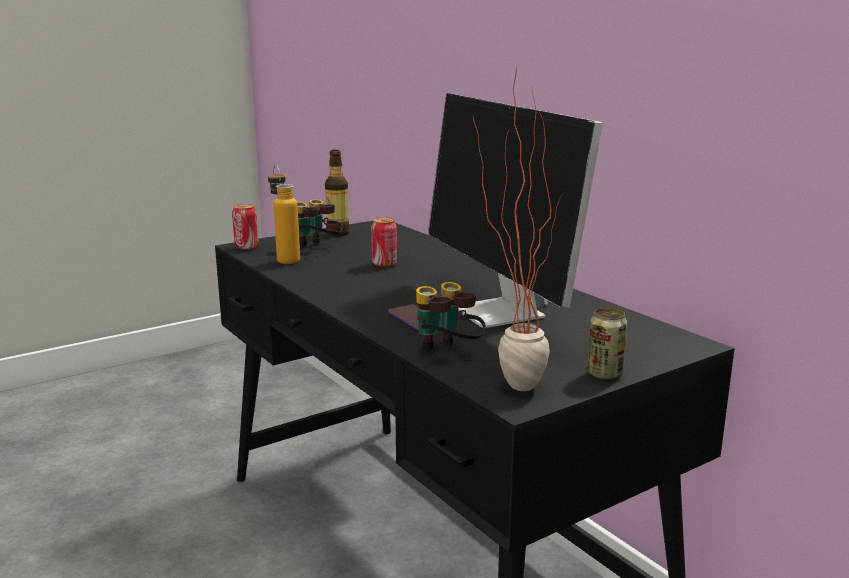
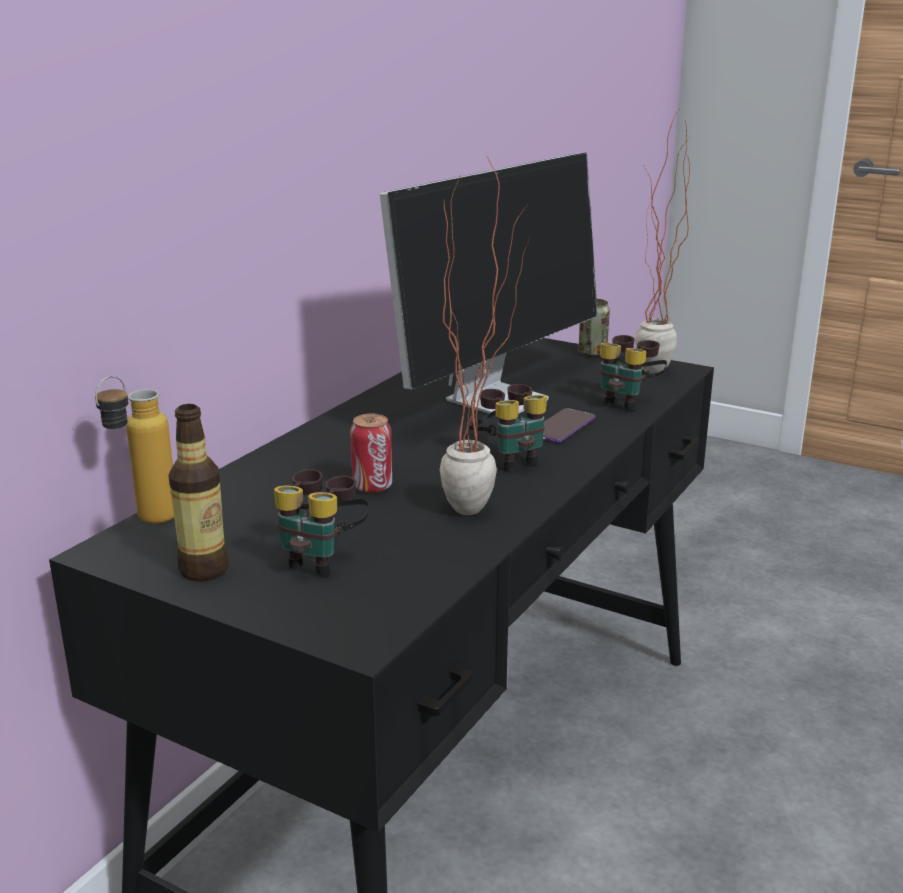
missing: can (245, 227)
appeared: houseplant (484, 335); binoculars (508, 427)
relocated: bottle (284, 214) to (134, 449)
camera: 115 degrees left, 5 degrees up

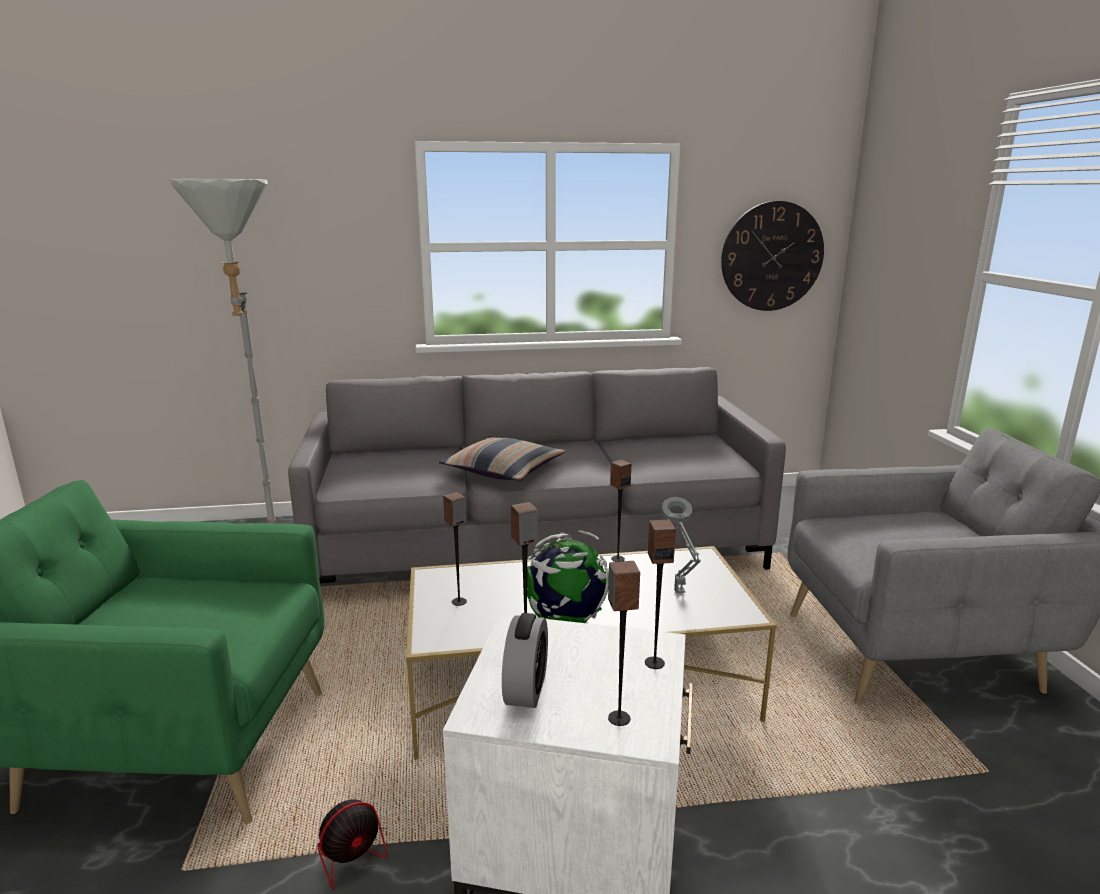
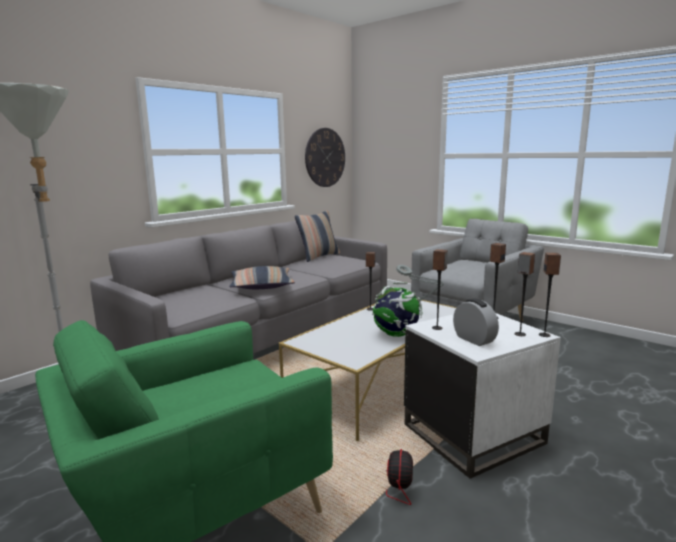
appeared: cushion (317, 236)
relocated: loudspeaker (455, 549) to (550, 295)
camera: 40 degrees left, 5 degrees down

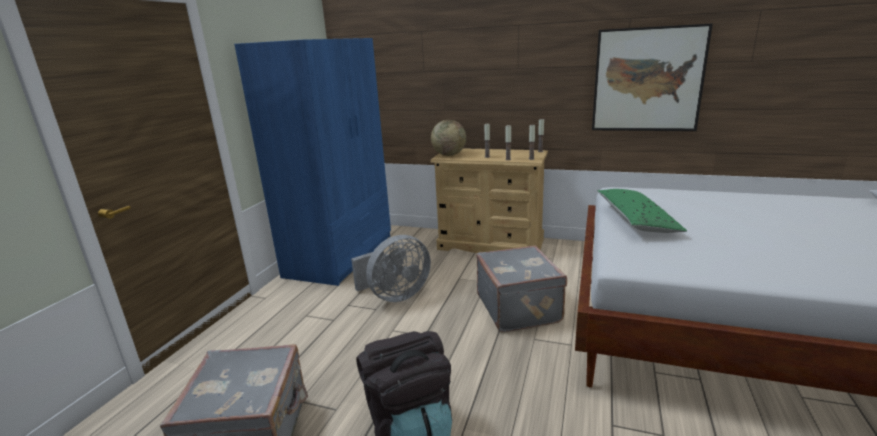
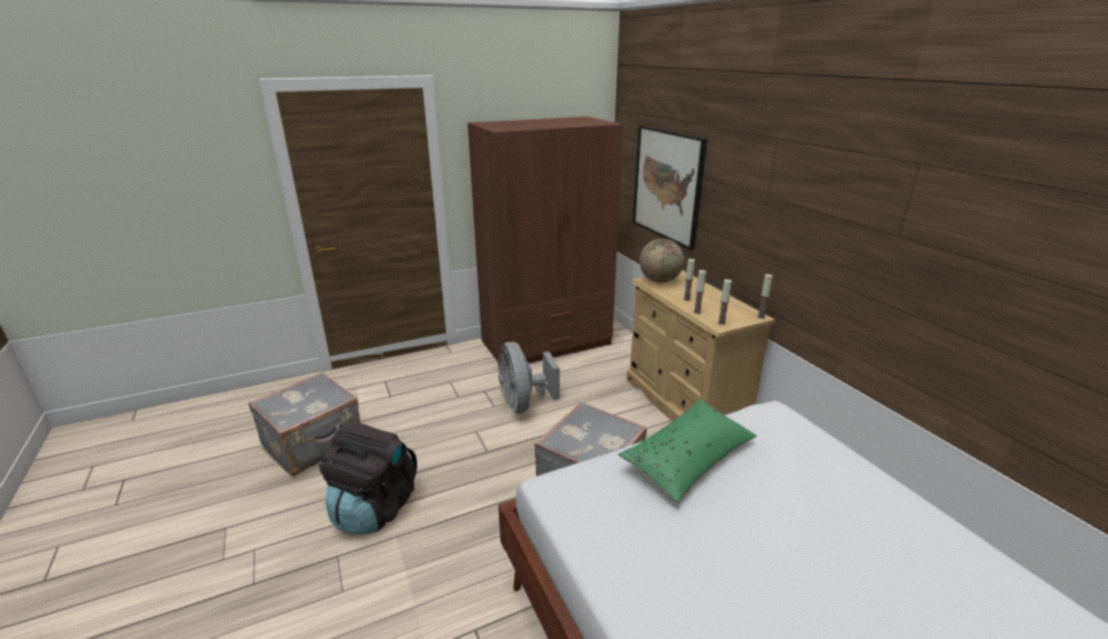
relocated: picture (652, 77) to (670, 188)
colour: bluish armoire (312, 162) to brownish armoire (545, 240)
spun: gray fan (391, 268) = (529, 377) 60 degrees clockwise
camera: 45 degrees right, 5 degrees up

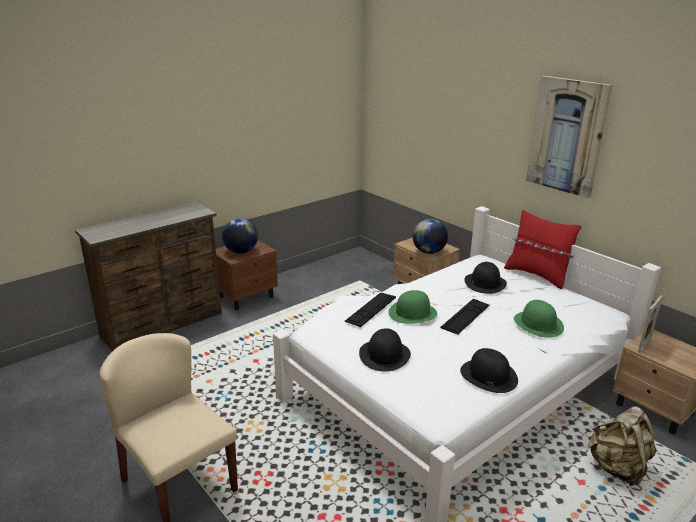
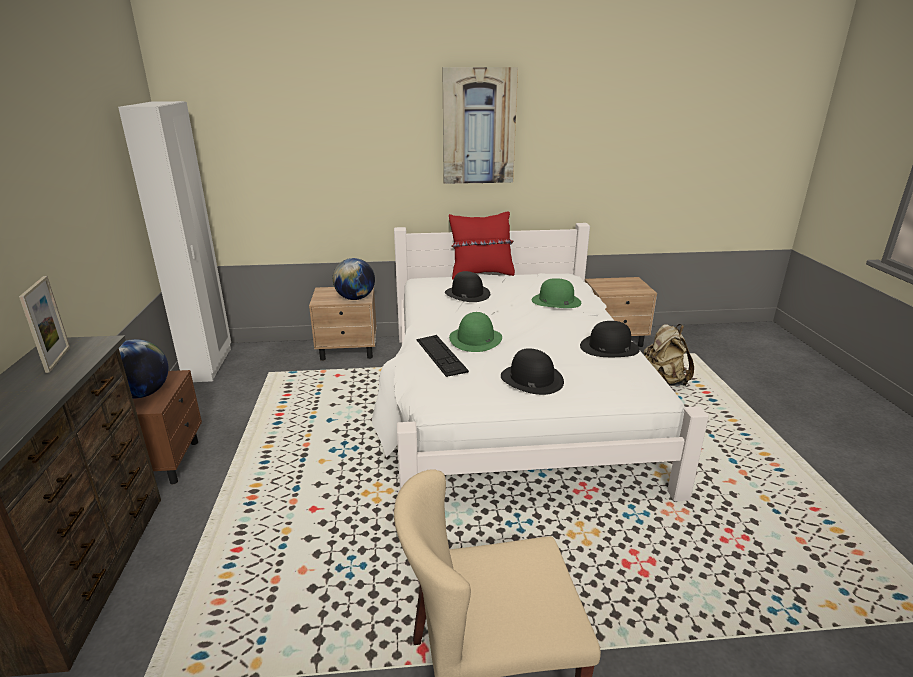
missing: computer keyboard (465, 317)
appeared: white-coloured armoire (174, 241)
relocated: picture frame (650, 324) to (44, 324)
camera: 55 degrees left, 0 degrees up

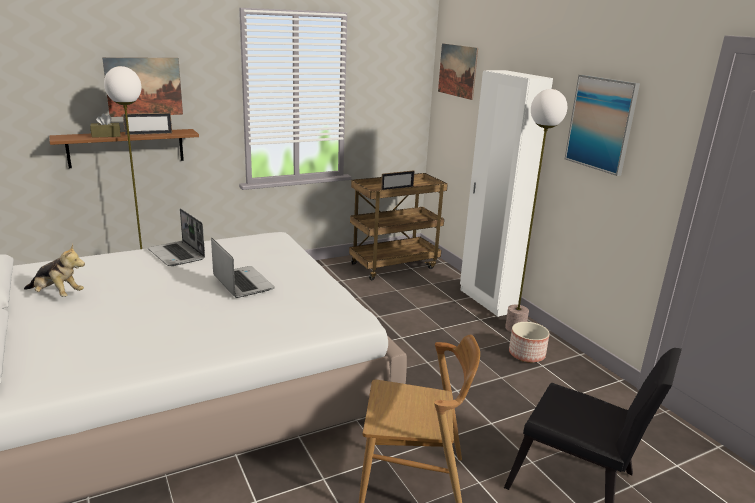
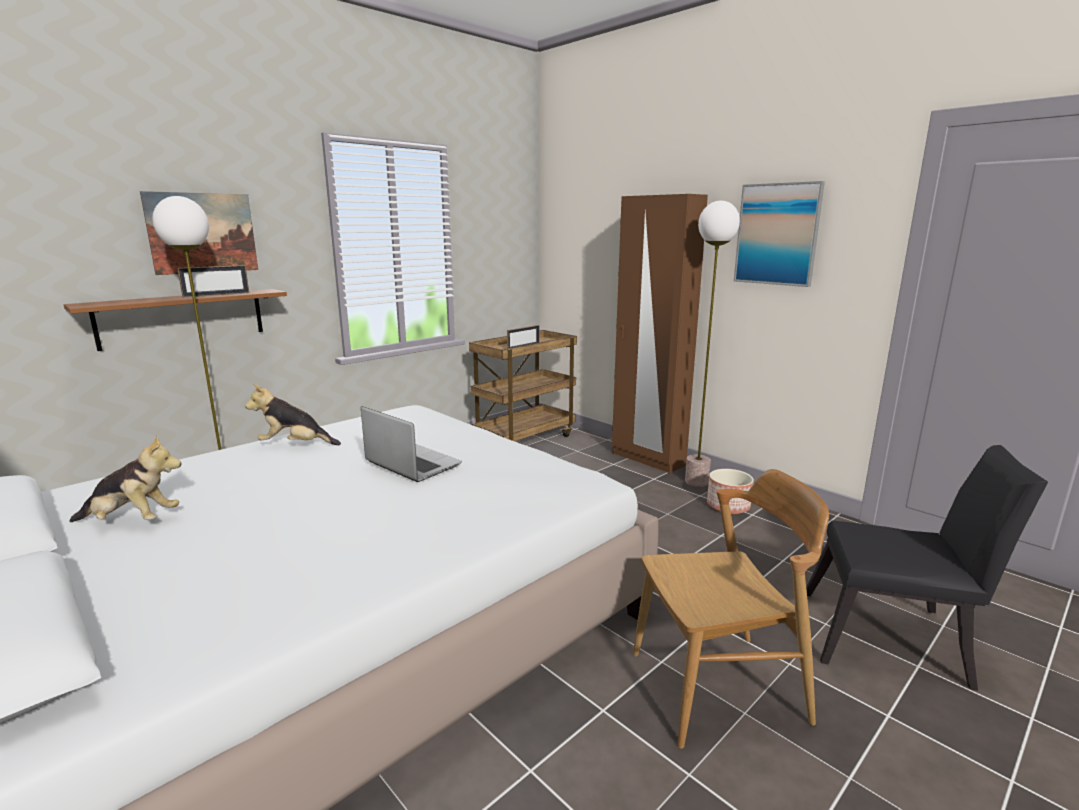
missing: picture (458, 71); brownish tissue holder (105, 125)
exchanged: laptop (176, 237) to plush toy (293, 414)
colour: white-coloured armoire (506, 193) to brownish armoire (660, 333)
camera: 15 degrees left, 5 degrees down

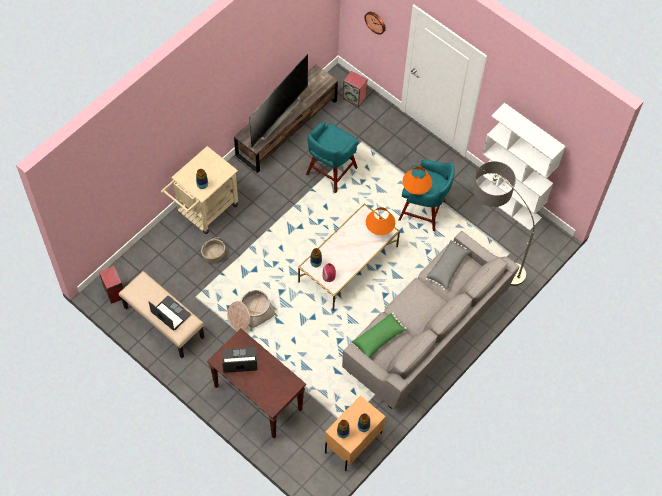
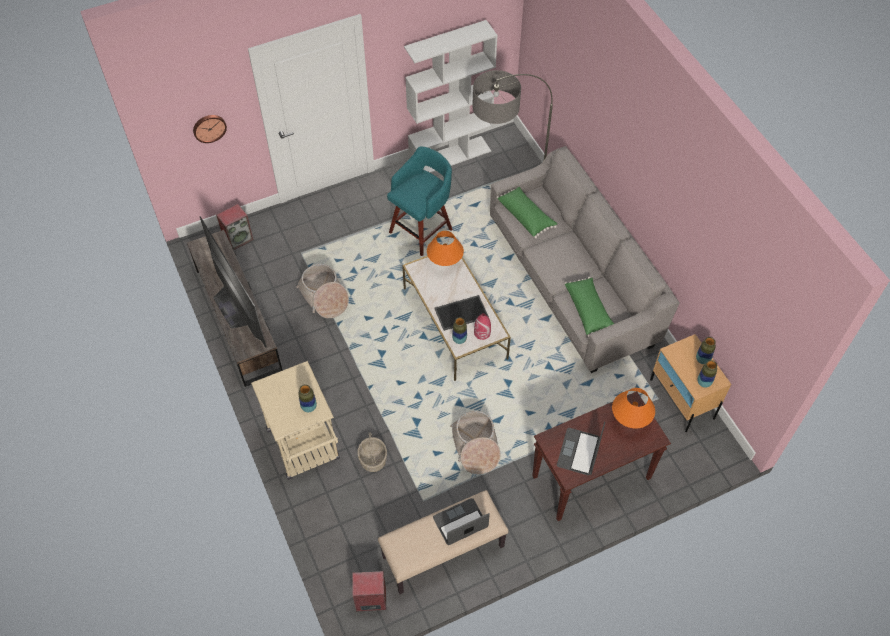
appeared: carrying tray (461, 313)
relocated: orangey table lamp (417, 180) to (633, 408)
exchanged: turquoise sitting stool (332, 157) to storage basket (322, 291)
colour: gray cushion (448, 264) to green-coloured cushion (527, 212)
camera: 65 degrees left, 5 degrees down

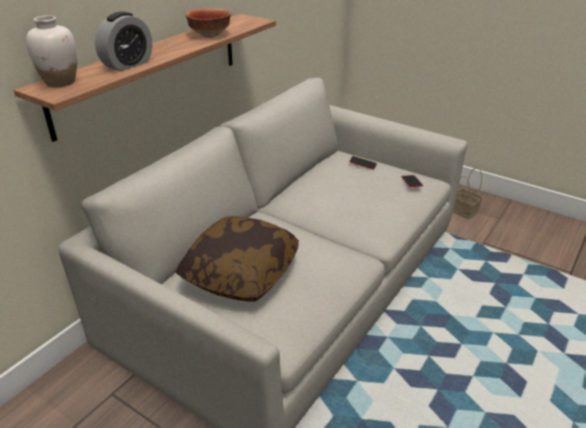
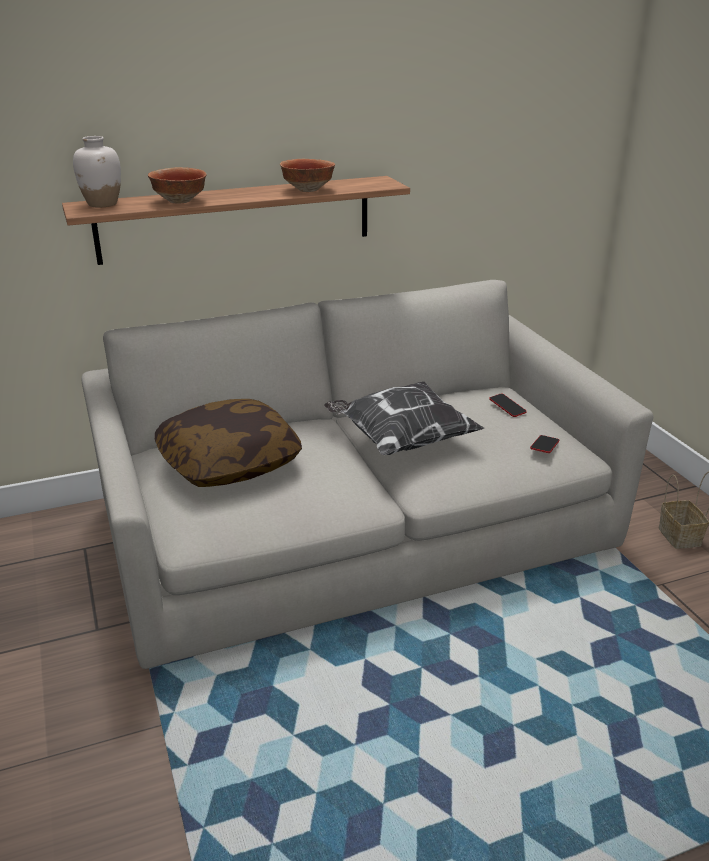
appeared: cushion (404, 418)
exchanged: table clock (123, 41) to bowl (177, 185)
camera: 35 degrees right, 5 degrees down

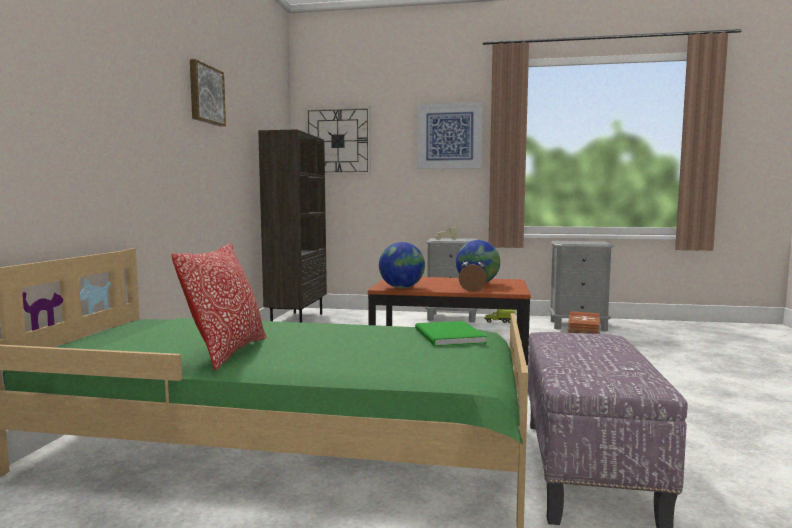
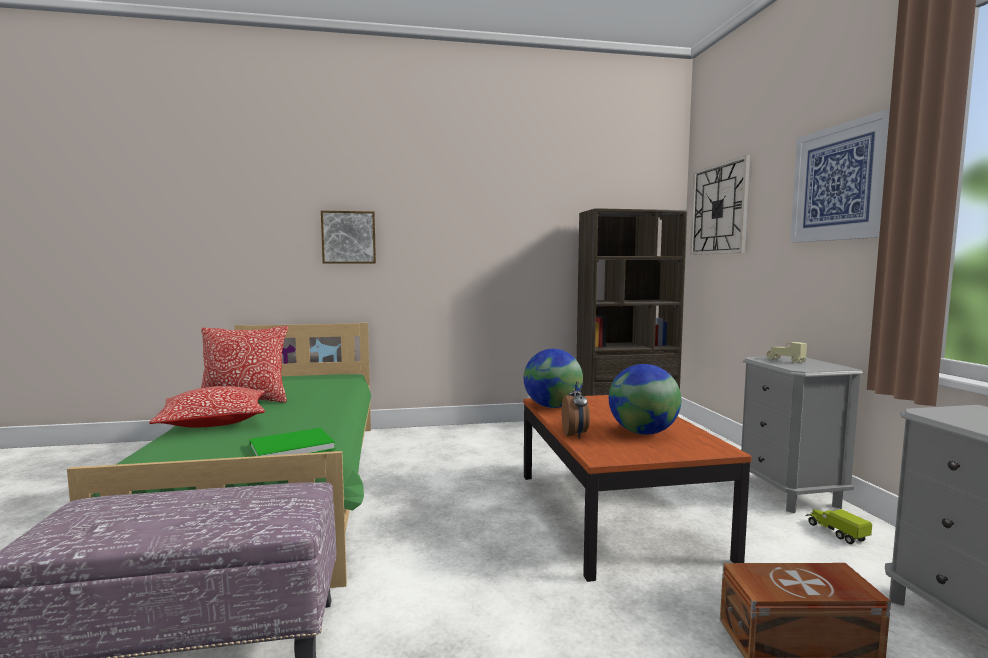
appeared: cushion (207, 407)
relocated: picture (208, 93) to (348, 237)
camera: 70 degrees right, 0 degrees up

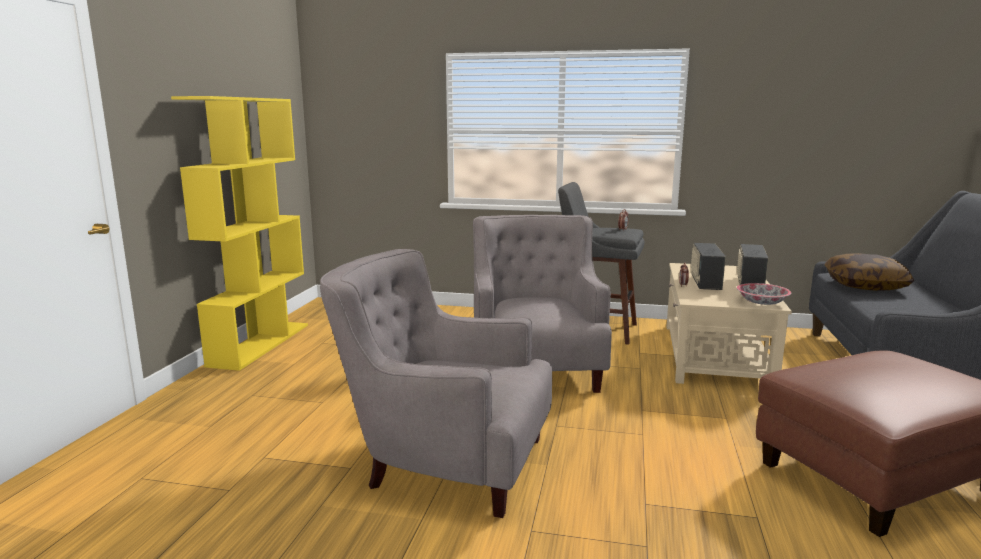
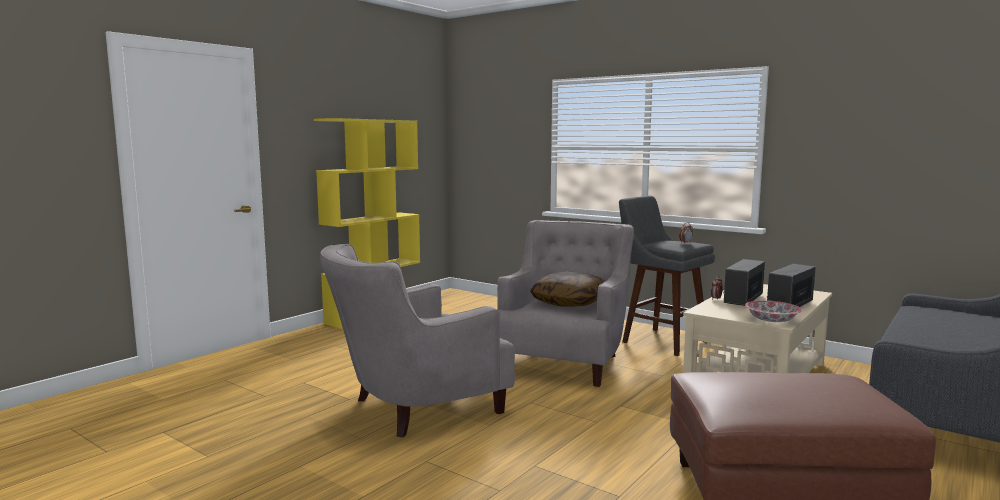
relocated: cushion (869, 272) to (567, 289)
spun: gray armchair (436, 383) = (417, 341) 75 degrees counterclockwise
camera: 25 degrees right, 5 degrees down

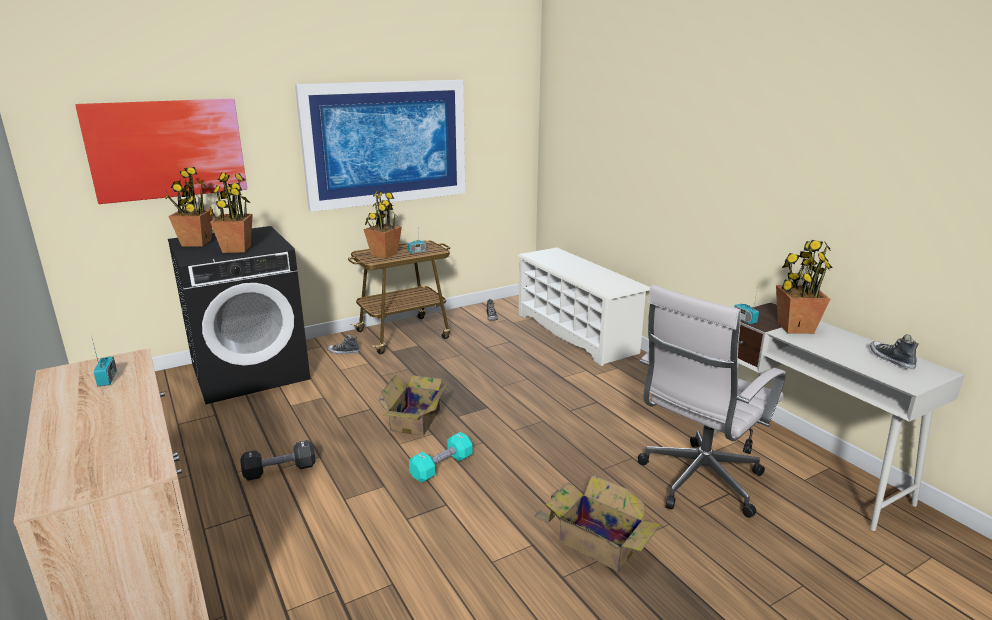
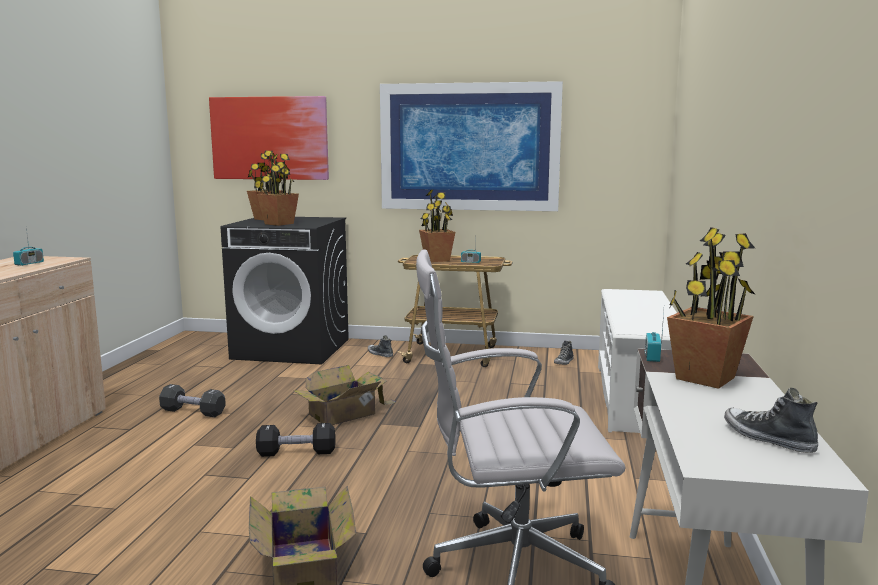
colour: turquoise hand weight (441, 457) to black-coloured hand weight (295, 440)
spun: item of footwear (894, 351) = (771, 420) 60 degrees counterclockwise
camera: 40 degrees right, 10 degrees down

